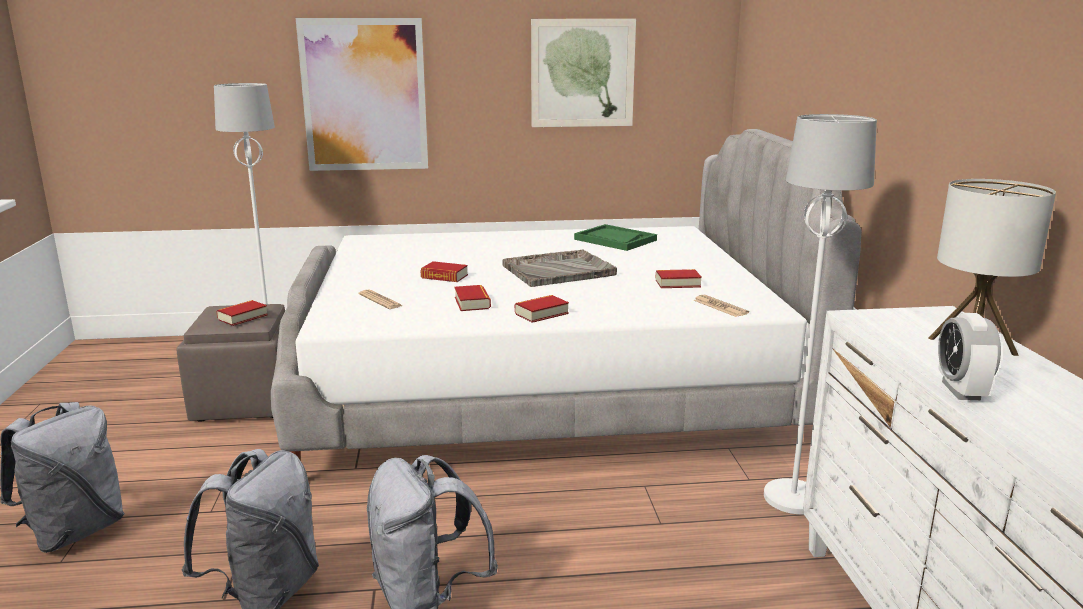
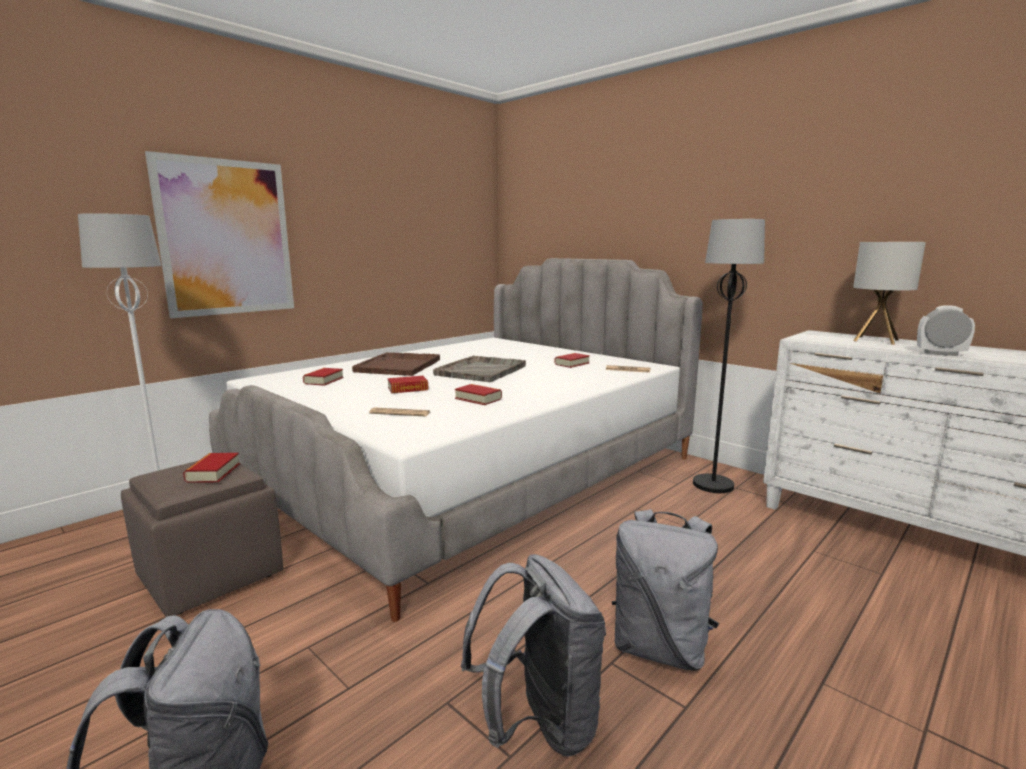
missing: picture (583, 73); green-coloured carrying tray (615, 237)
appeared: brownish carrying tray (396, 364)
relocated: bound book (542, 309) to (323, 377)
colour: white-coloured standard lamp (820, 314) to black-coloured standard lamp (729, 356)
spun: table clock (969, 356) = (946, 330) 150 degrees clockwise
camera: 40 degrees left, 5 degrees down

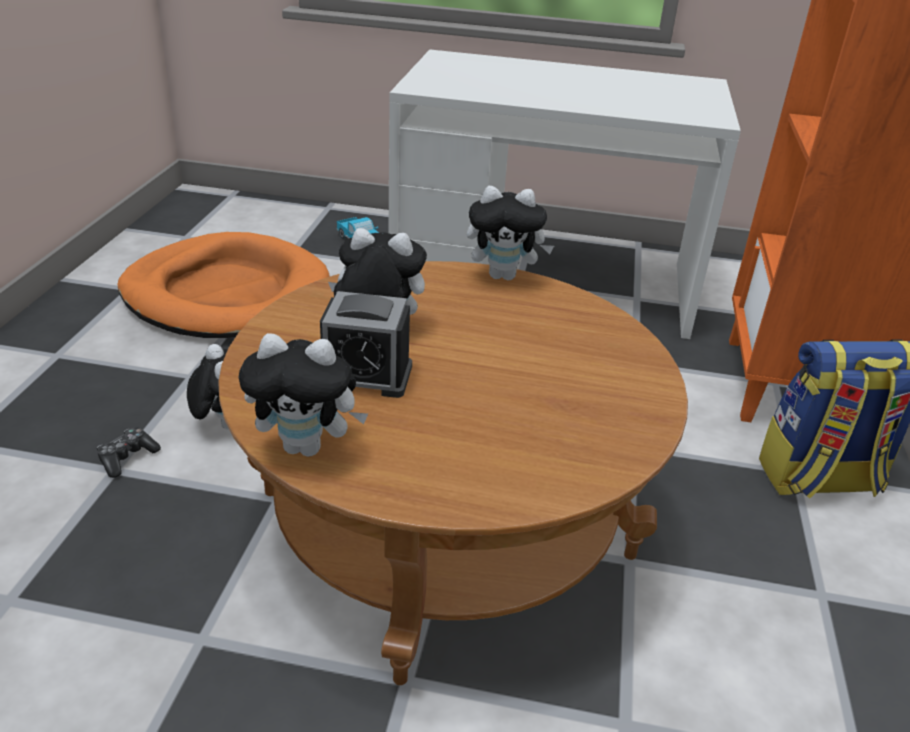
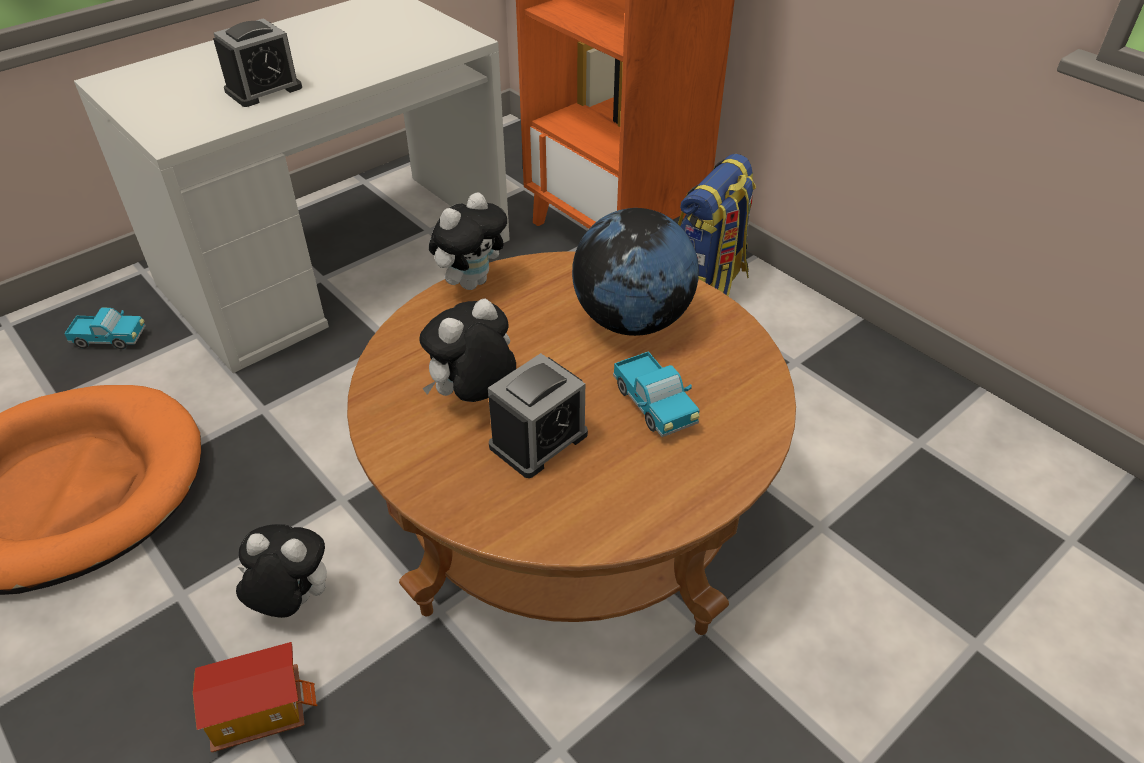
missing: plush toy (303, 395)
appeared: table clock (257, 62); globe (635, 272); toy lorry (656, 394)
exchanged: joypad (129, 452) to model house (255, 697)
camera: 50 degrees left, 10 degrees up

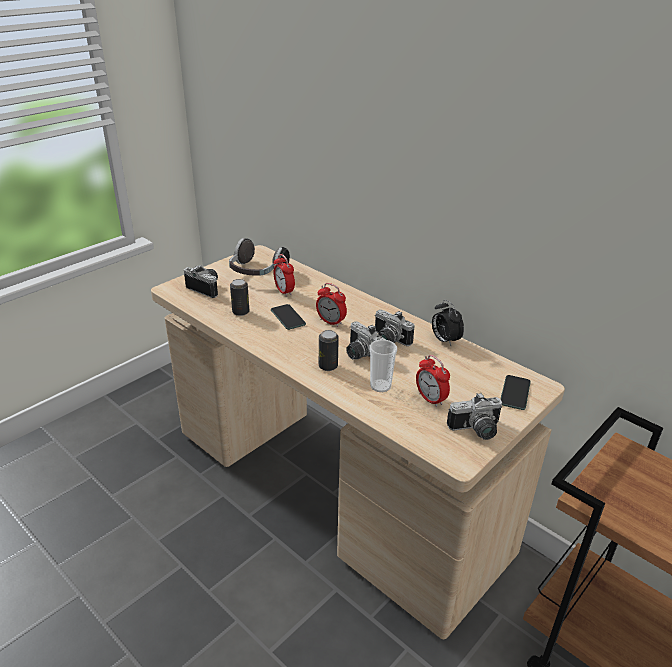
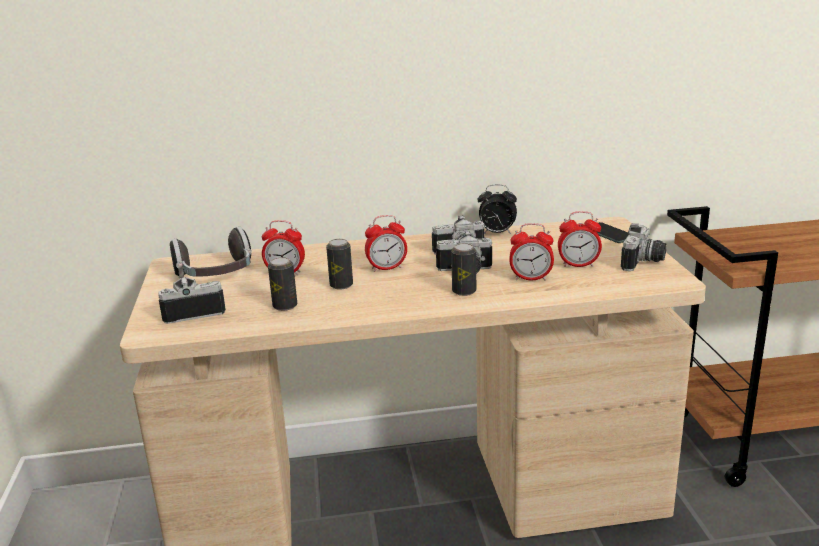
exchanged: telephone (288, 317) to can (339, 264); cup (383, 365) to table clock (531, 252)
camera: 50 degrees left, 10 degrees down

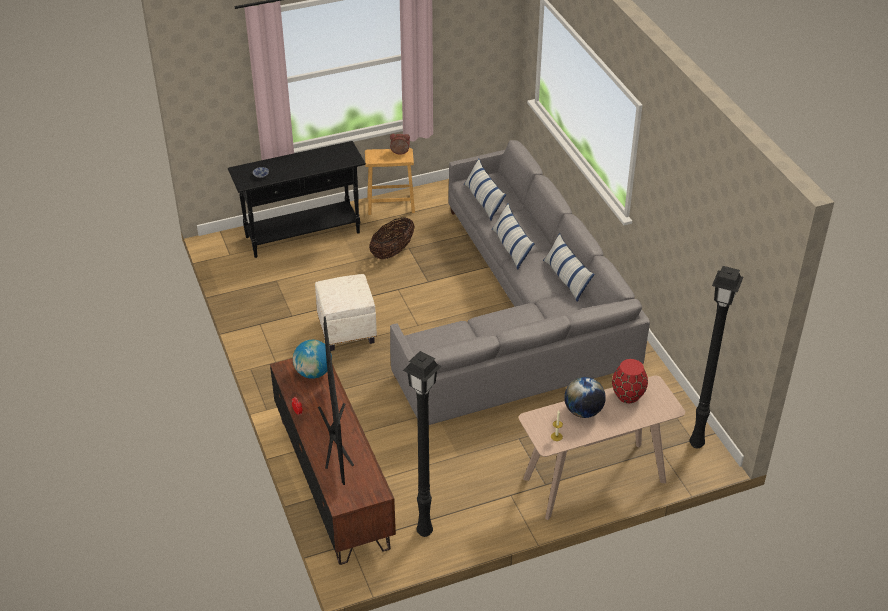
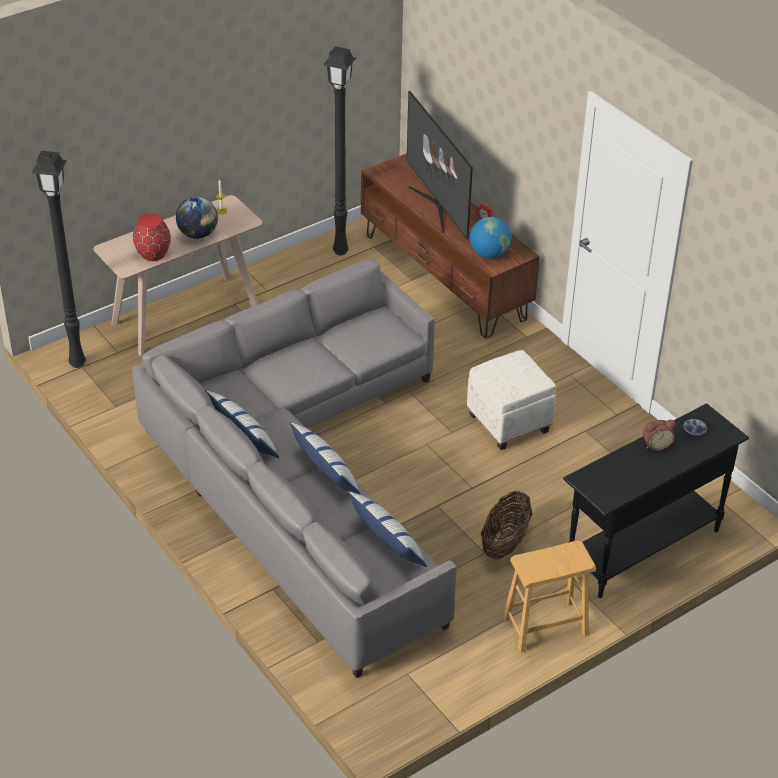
relocated: table clock (400, 144) to (659, 435)
camera: 165 degrees right, 0 degrees up

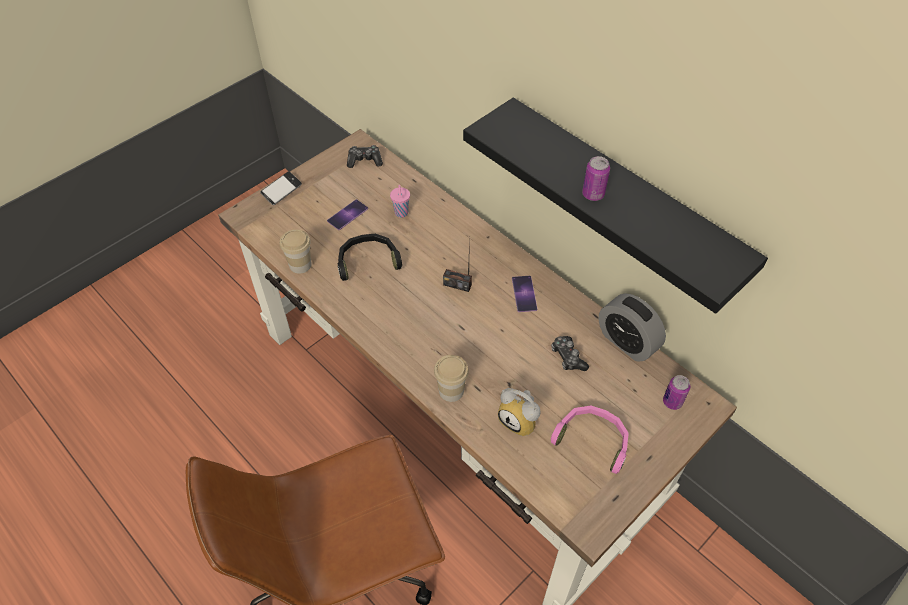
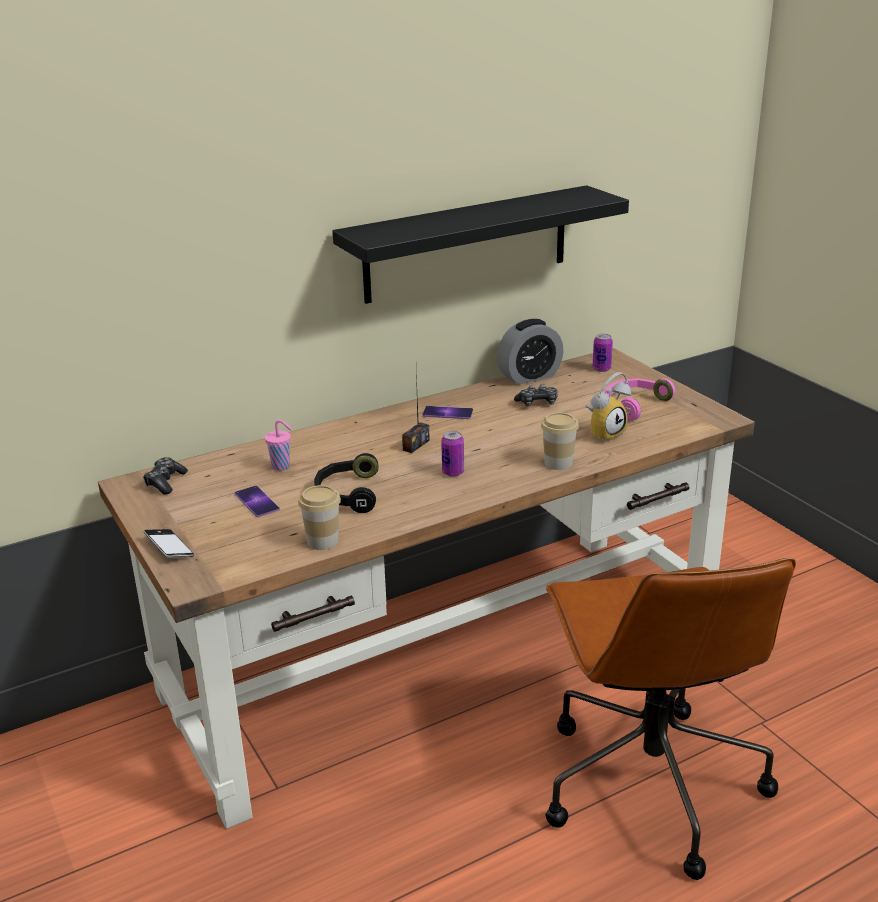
relocated: can (596, 178) to (452, 454)
camera: 75 degrees left, 25 degrees down

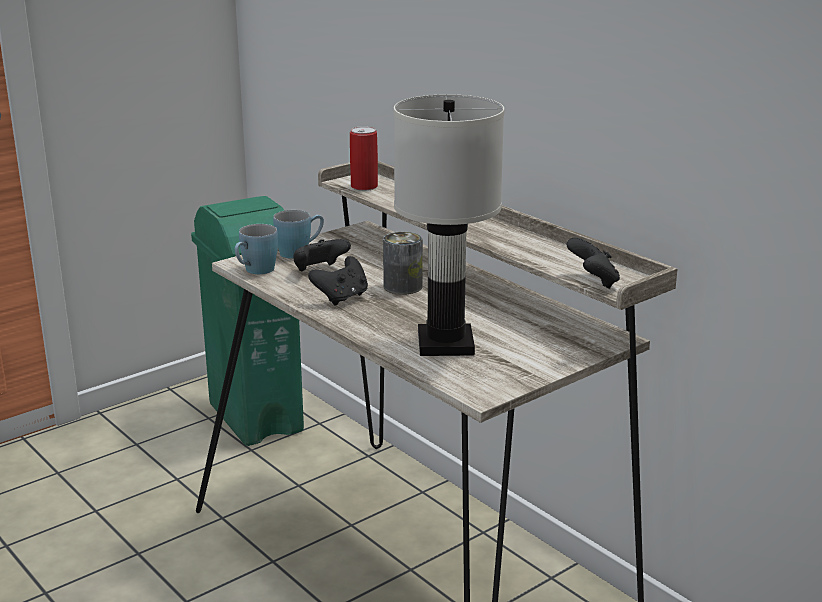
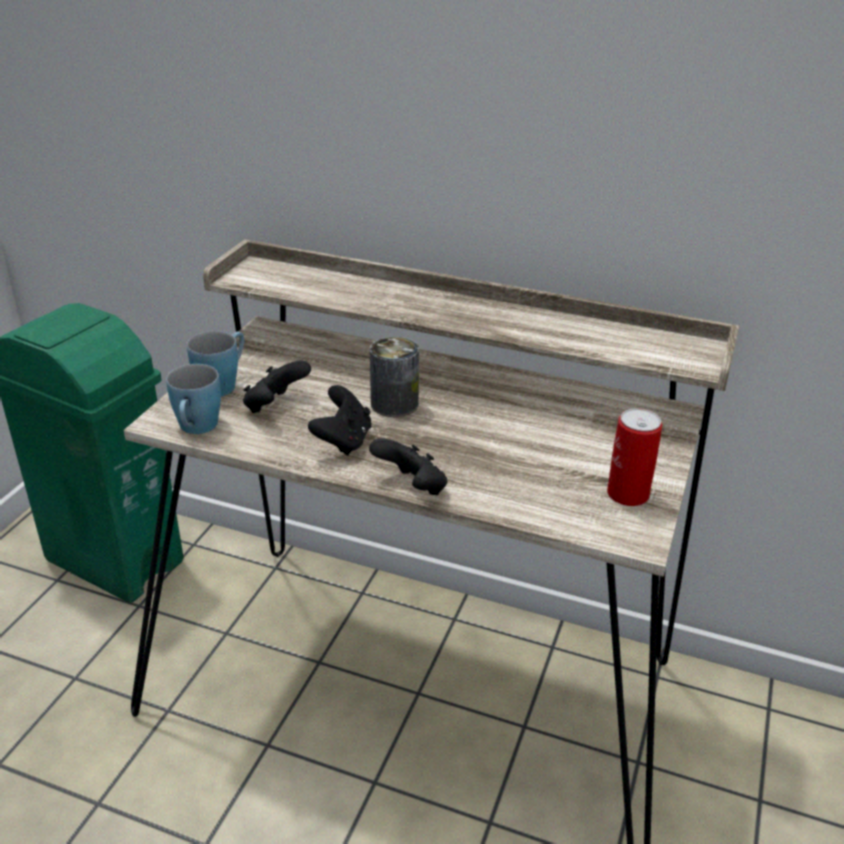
missing: white-coloured table lamp (449, 225)
relocated: can (364, 158) to (634, 457); black-coloured joypad (593, 263) to (408, 466)
camera: 30 degrees left, 10 degrees up

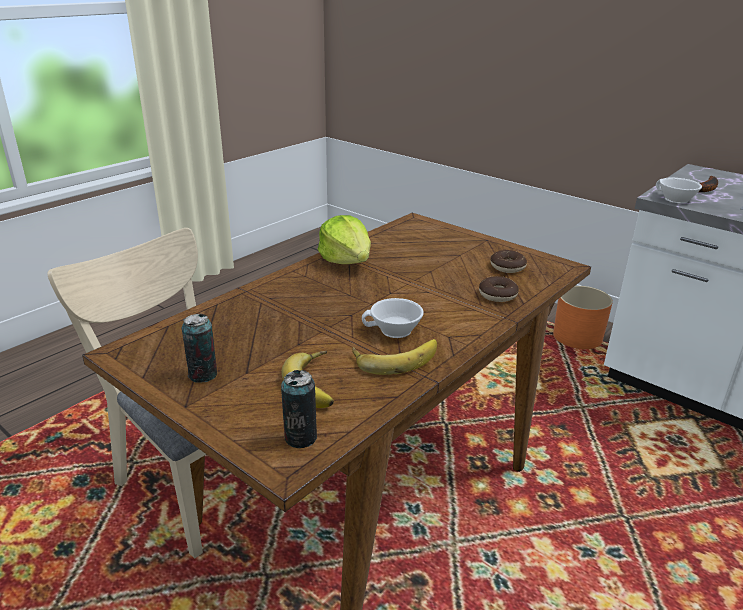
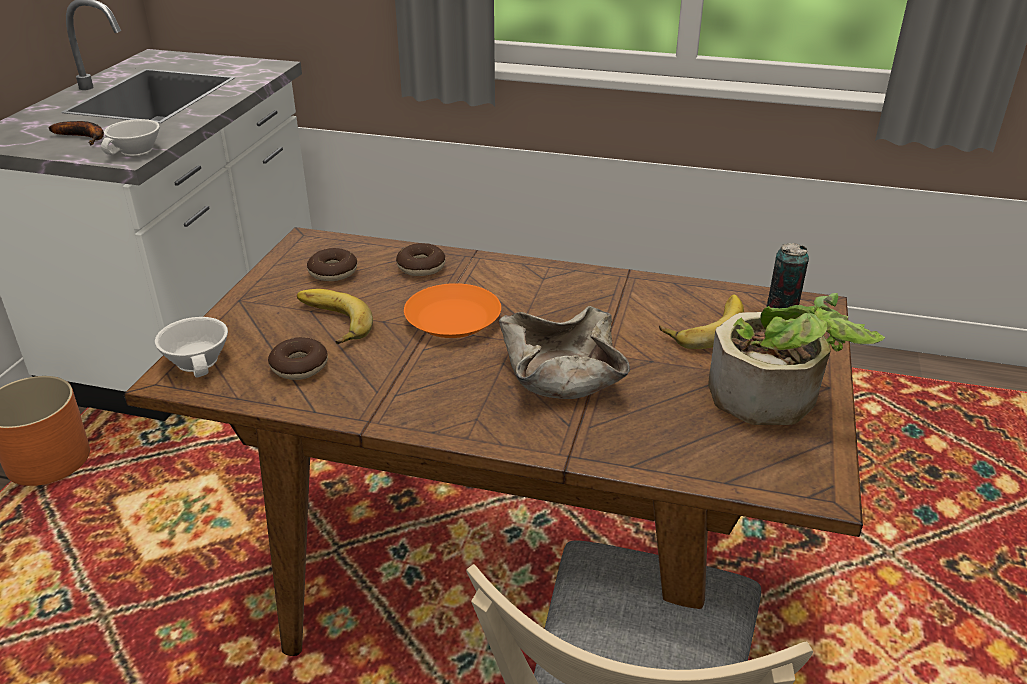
missing: head of lettuce (344, 239)
appeared: orangey flat dish (452, 310); beige bowl (564, 352); ring doughnut (298, 358)
relocated: white-coloured cup (393, 318) to (191, 347); banana (394, 357) to (335, 316)
exchanged: can (199, 348) to houseplant (797, 359)
camera: 115 degrees left, 5 degrees up

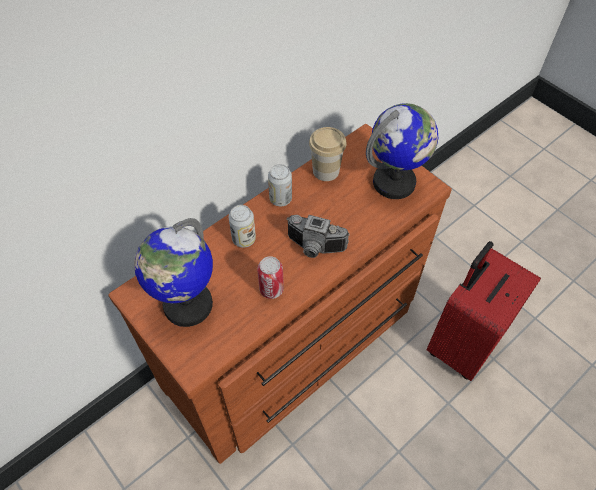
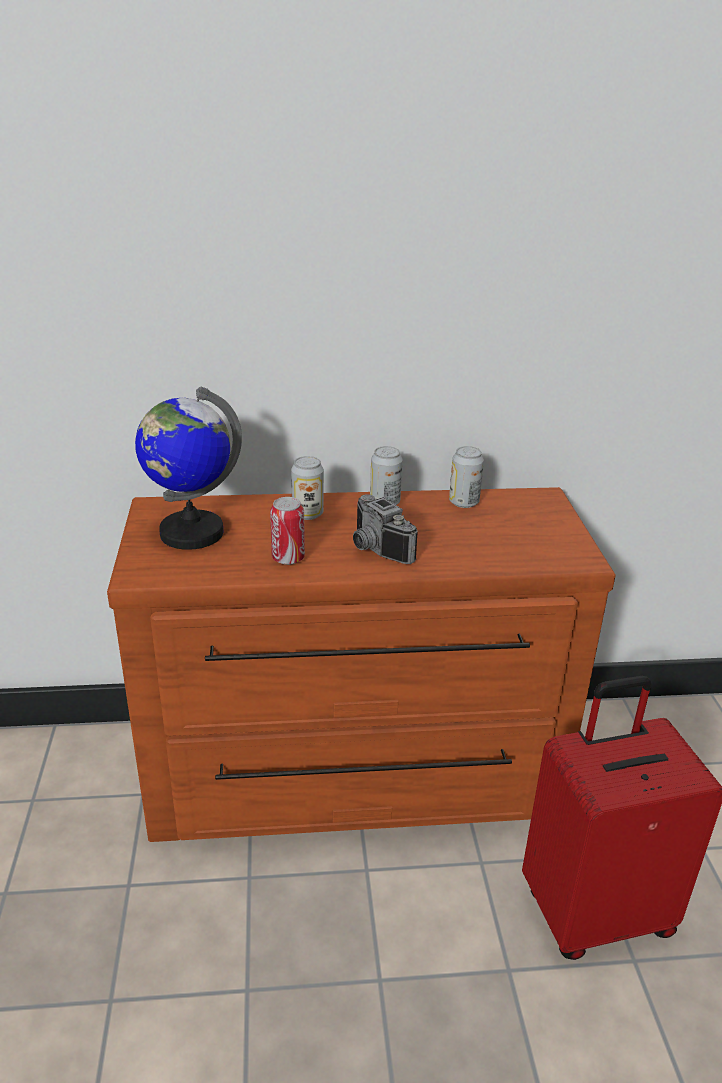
missing: globe (402, 151)
exchanged: cup (328, 154) to can (466, 477)
camera: 35 degrees right, 25 degrees down

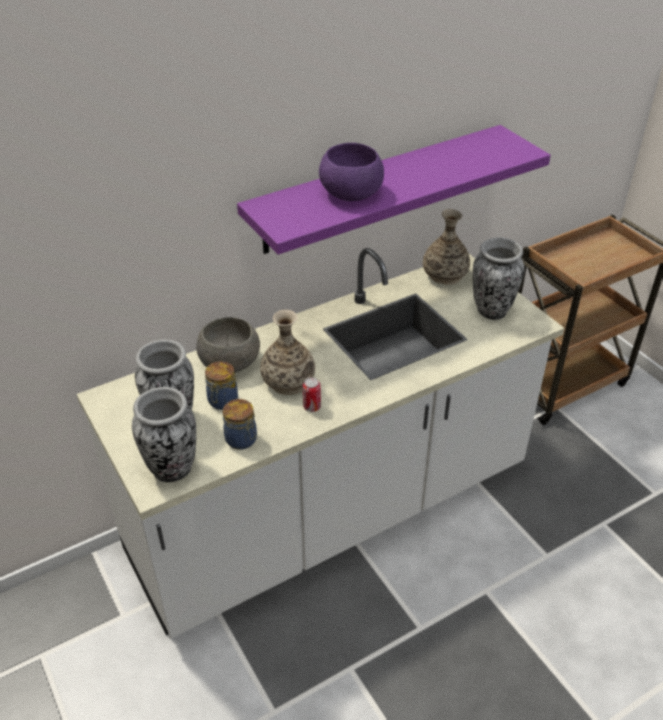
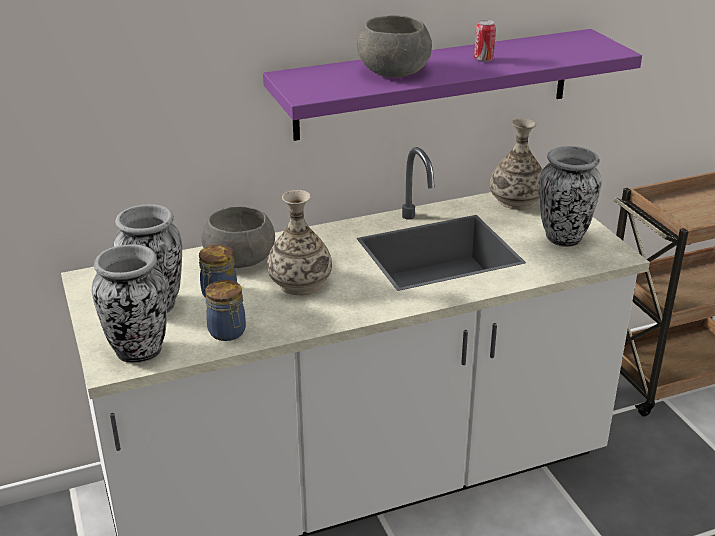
relocated: can (312, 394) to (485, 41)
colour: purple-coloured bowl (351, 172) to gray bowl (394, 46)
camera: 10 degrees right, 10 degrees down

